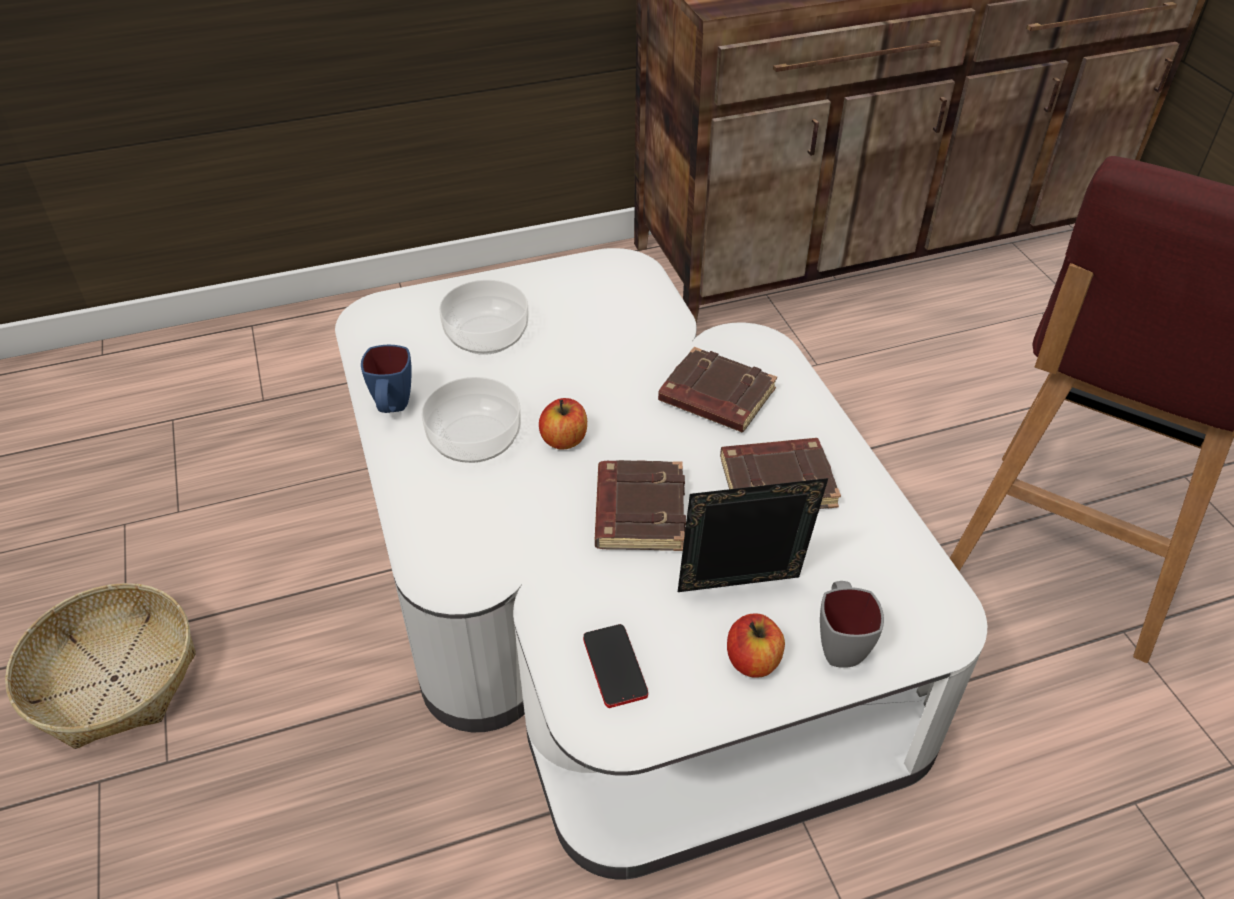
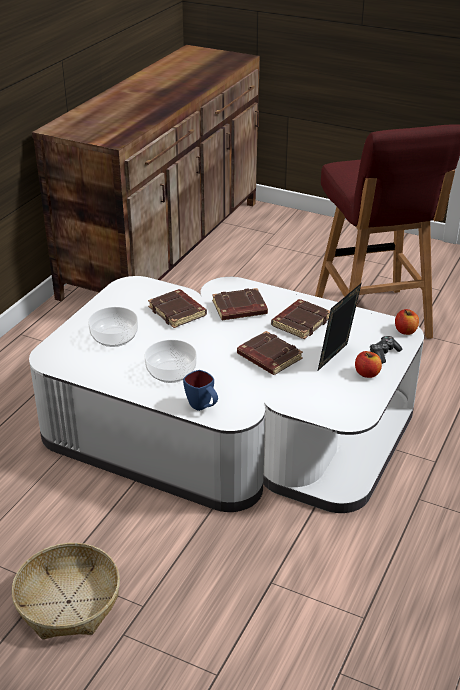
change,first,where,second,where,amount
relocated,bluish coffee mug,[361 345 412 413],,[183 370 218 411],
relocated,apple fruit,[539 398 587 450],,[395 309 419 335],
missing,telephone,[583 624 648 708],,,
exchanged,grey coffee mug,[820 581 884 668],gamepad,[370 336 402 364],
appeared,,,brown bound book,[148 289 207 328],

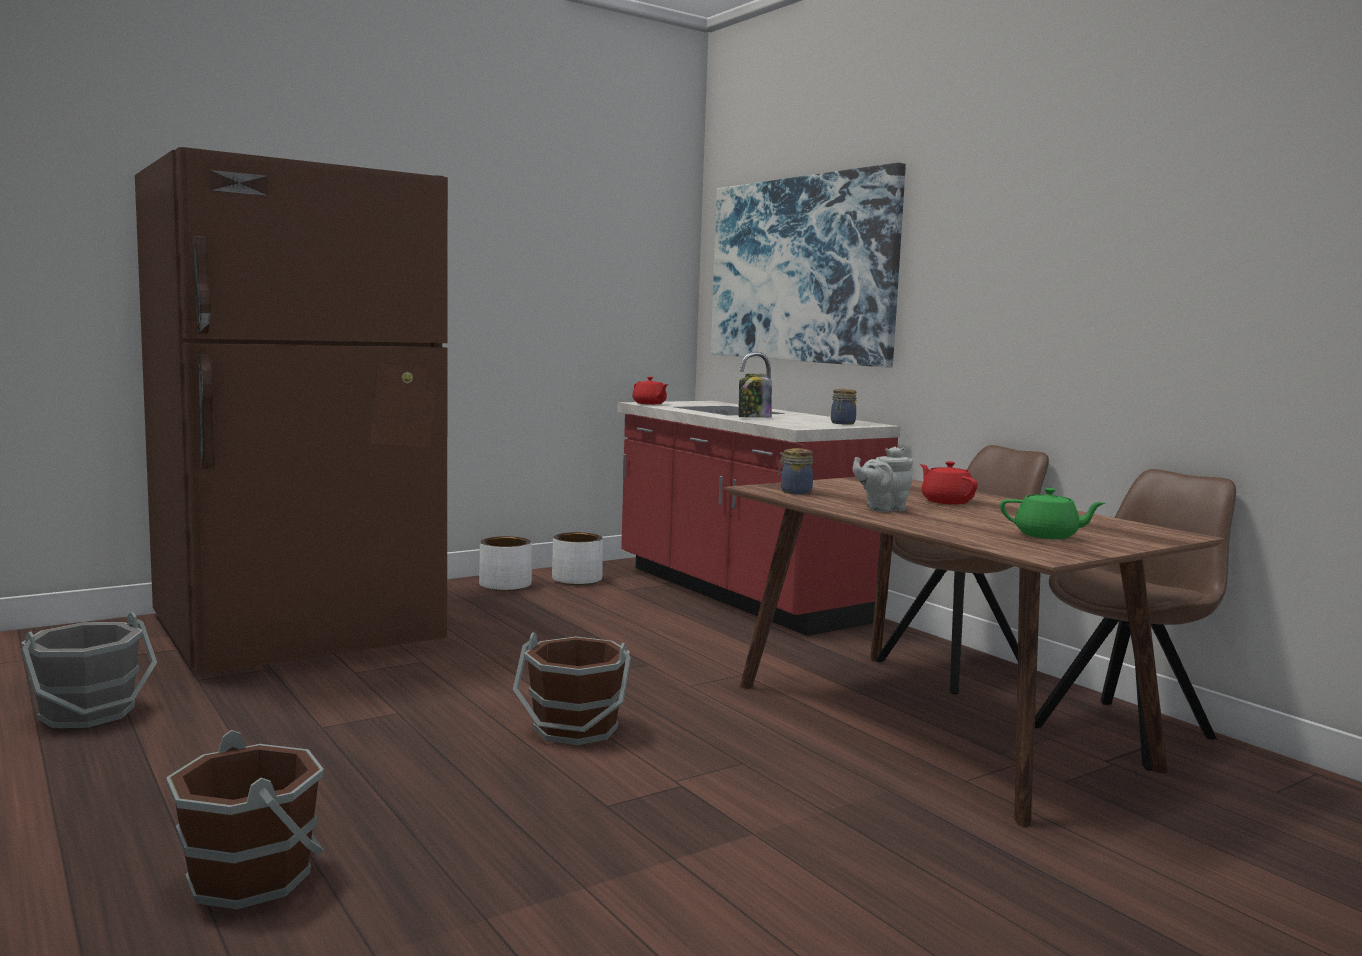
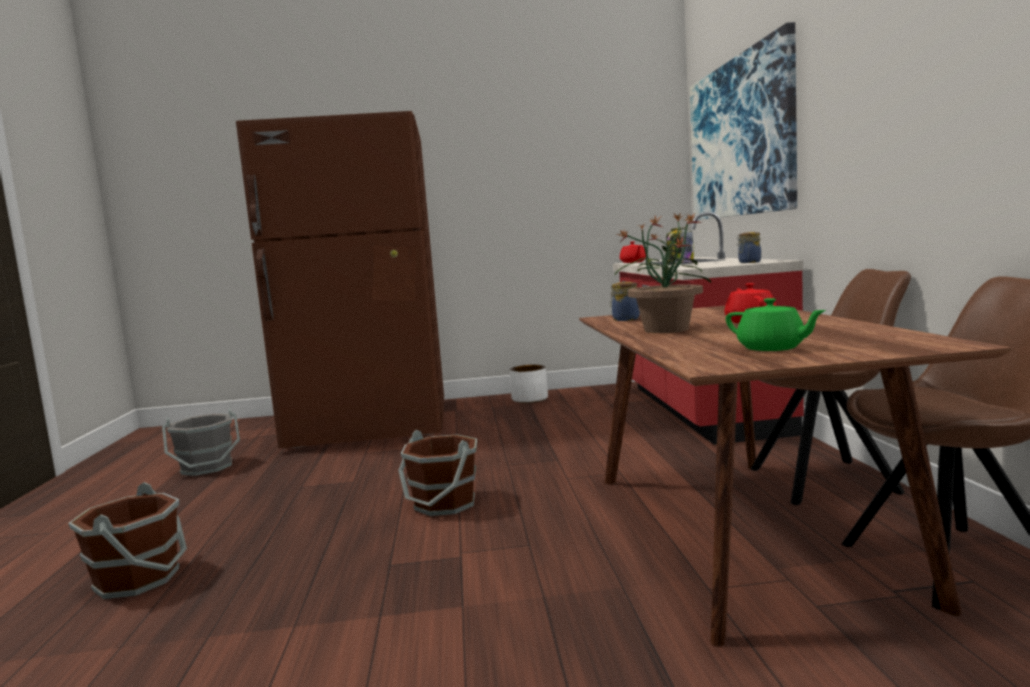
change,first,where,second,where,amount
missing,white planter,[552 532 603 586],,,
exchanged,grey pot for tea,[853 447 913 512],potted plant,[615 213 711 333],

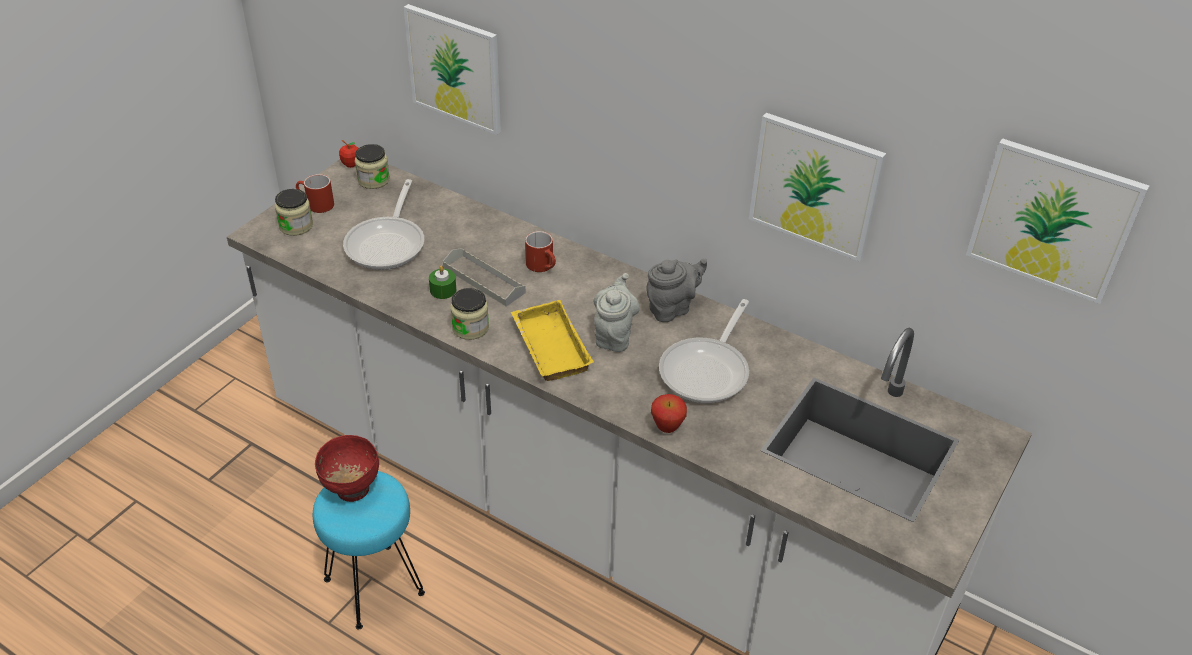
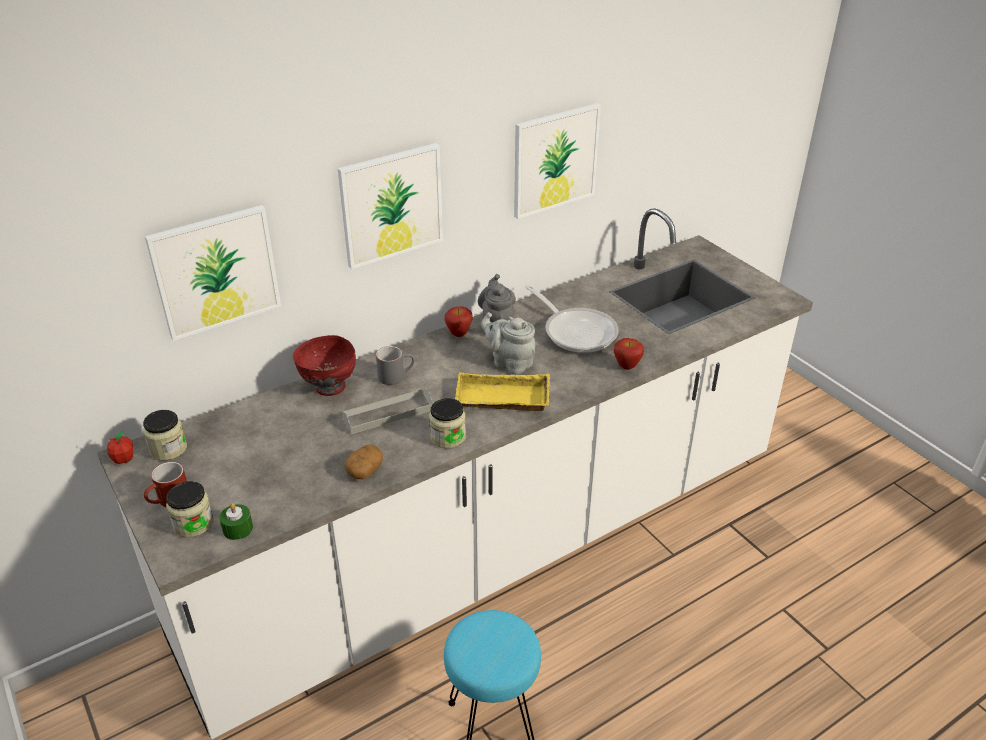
change,first,where,second,where,amount
relocated,red-coloured deep dish,[315 435 379 502],,[293 335 356 396],
missing,frying pan,[343 179 424 270],,,
relocated,green-coloured wax candle,[429 266 456 299],,[219 503 253 540],
colour,red-coloured coffee mug,[525 231 556 272],grey coffee mug,[376 346 415 385],
relocated,picture,[966 138 1149 304],,[338 143 443 270],
appeared,,,spud,[345 445 383 479],
appeared,,,apple fruit,[445 307 473 337],

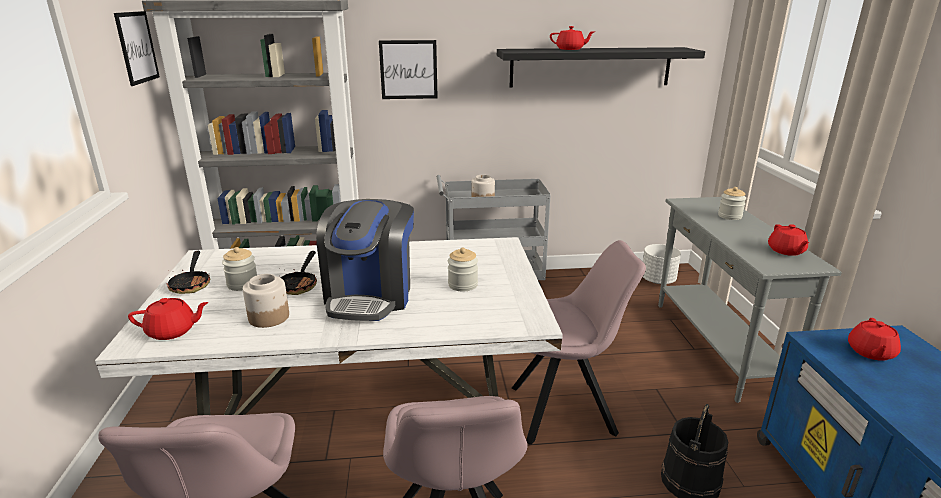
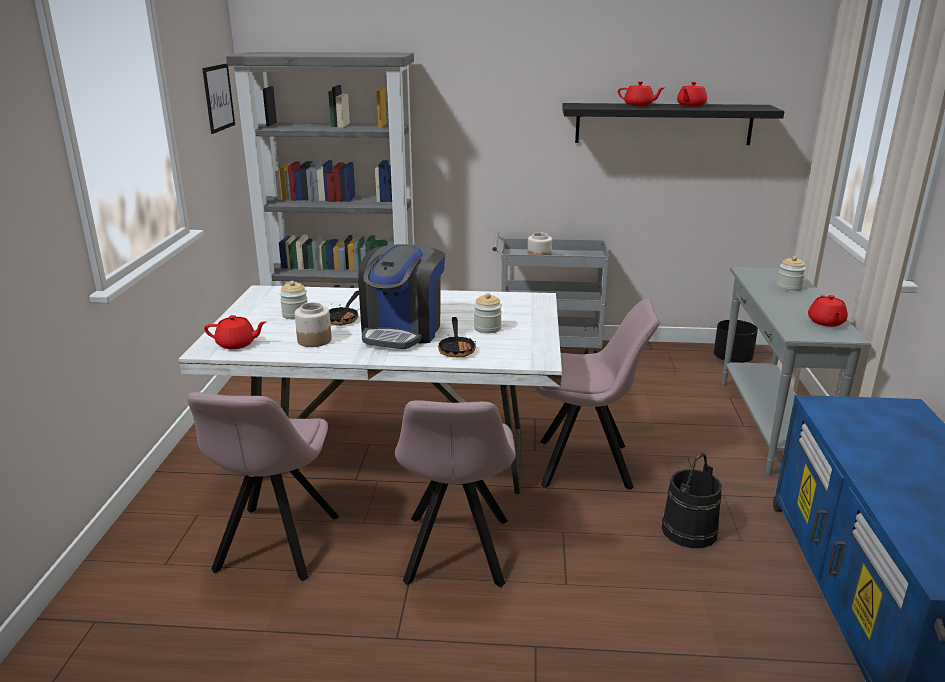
change,first,where,second,where,amount
relocated,frying pan,[166 251 210 294],,[438 317 476 358],
missing,picture,[379 40 438 99],,,
colour,white planter,[643 244 681 284],blackish planter,[714 320 758 363],
relocated,red-coloured pot for tea,[848 318 901 361],,[677 82 707 107],

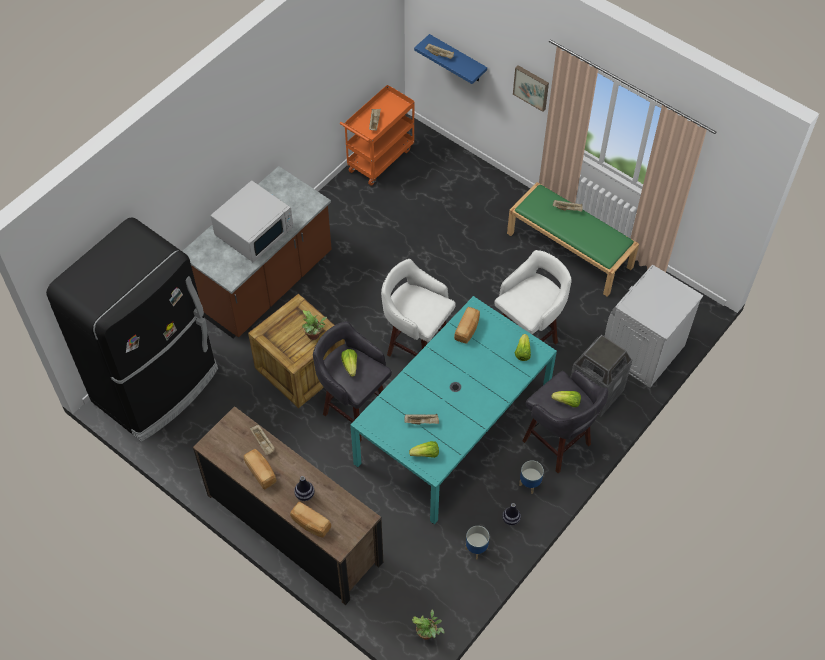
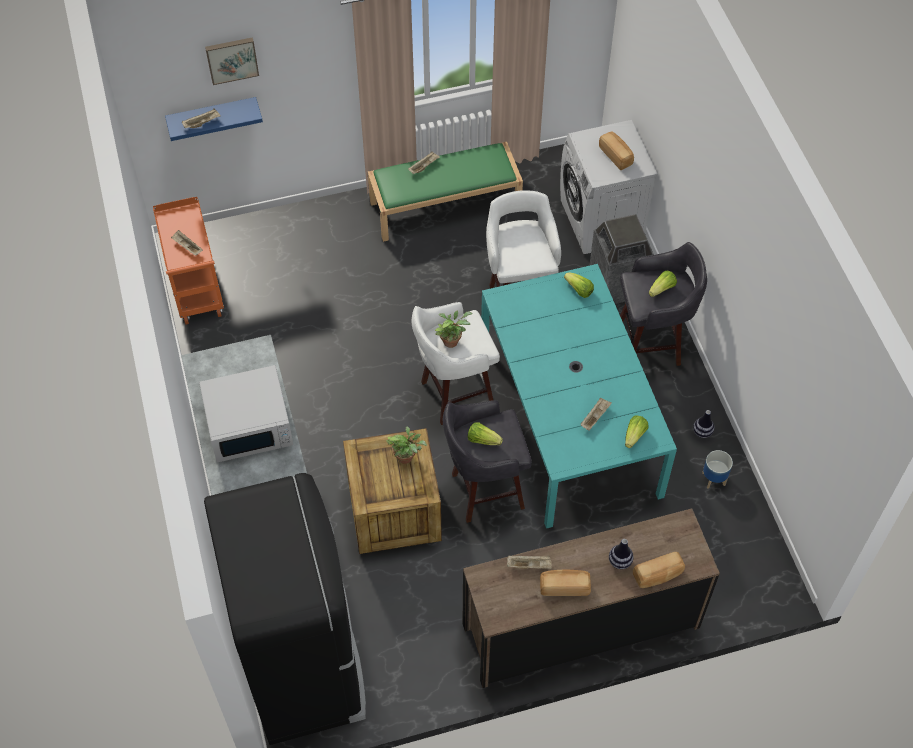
change,first,where,second,where,amount
spun,white microwave,[211 180 293 263],,[199 365 293 462],90 degrees clockwise
relocated,potted plant,[412 610 445 640],,[435 311 473 348],
relocated,bakery bread,[454 307 480 344],,[599 131 634 170],
relocated,picture,[513 65 549 112],,[205 37 259 85],
missing,planter,[519 460 544 494],,,

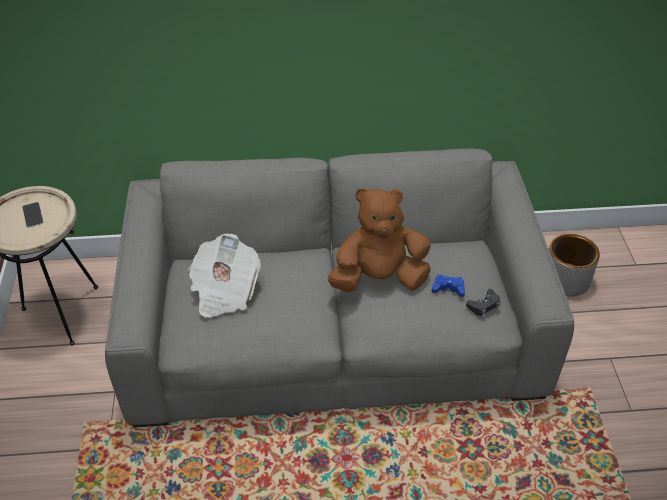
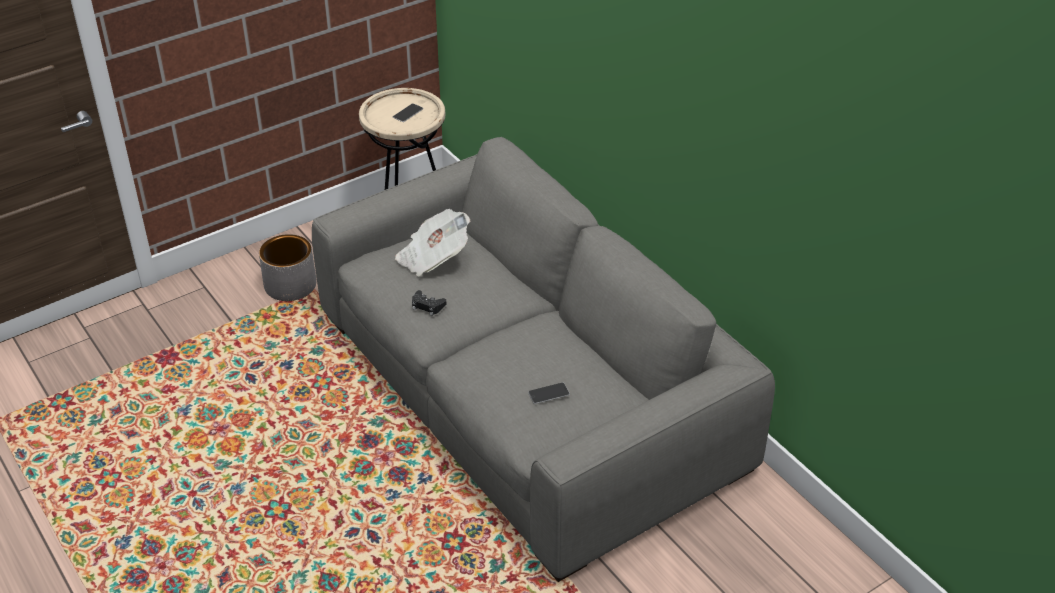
change,first,where,second,where,amount
missing,brown soft toy,[328 188 431 292],,,
exchanged,bluish gamepad,[432 274 465 297],telephone,[528 383 570 404],
relocated,blackish gamepad,[466 289 501 318],,[412 290 446 316],
relocated,grey planter,[549 234 600 297],,[259 234 316 301],

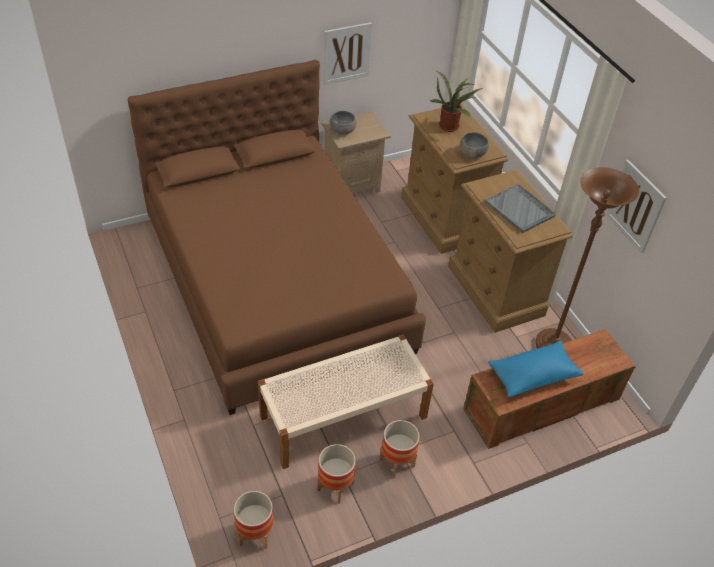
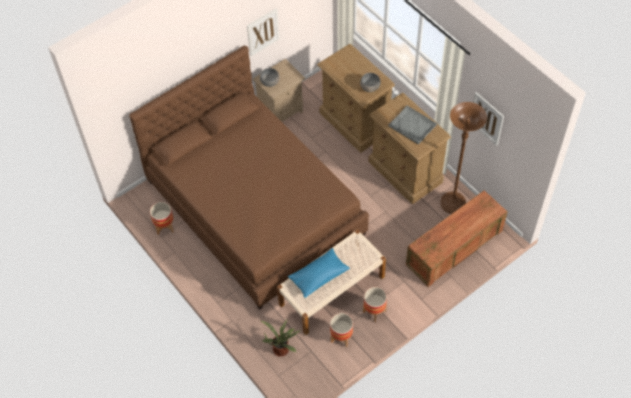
change,first,where,second,where,amount
relocated,planter,[233 491 273 549],,[150 202 174 235],
relocated,potted plant,[430 70 484 132],,[261 320 300 357],
relocated,bluish cushion,[488 341 583 398],,[288 248 350 298],

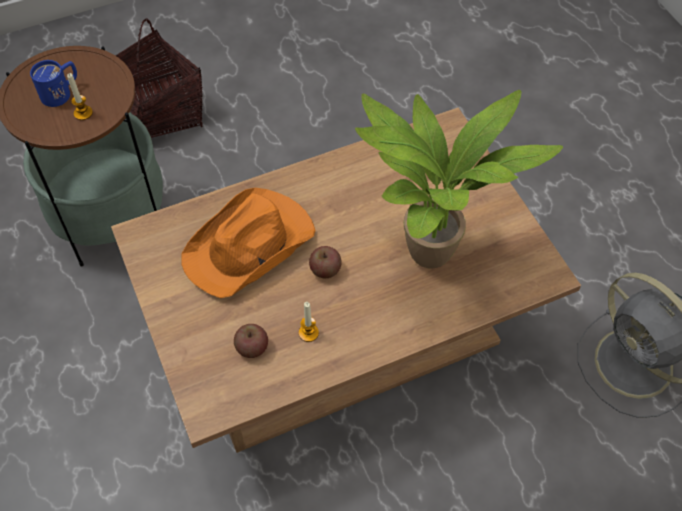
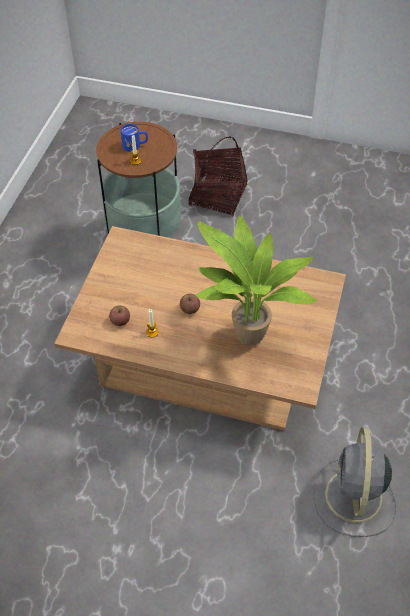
change,first,where,second,where,amount
missing,orangey clothing hat,[181 188 315 298],,,

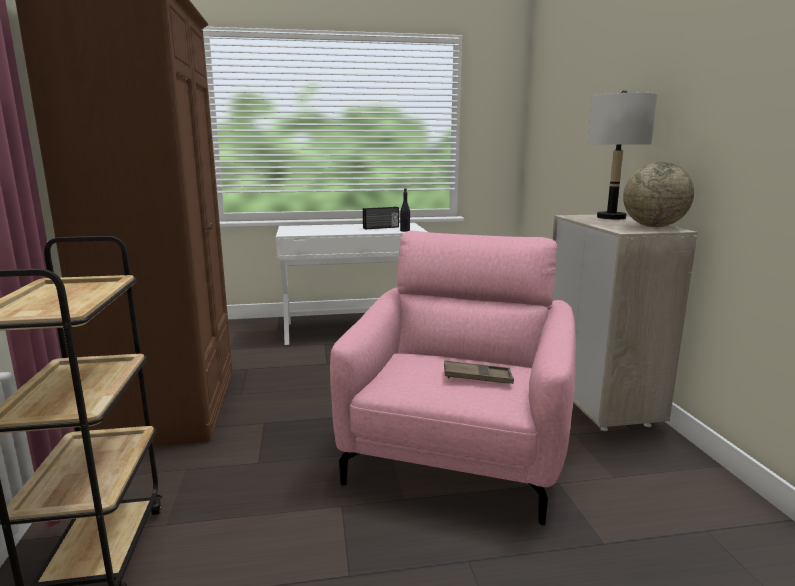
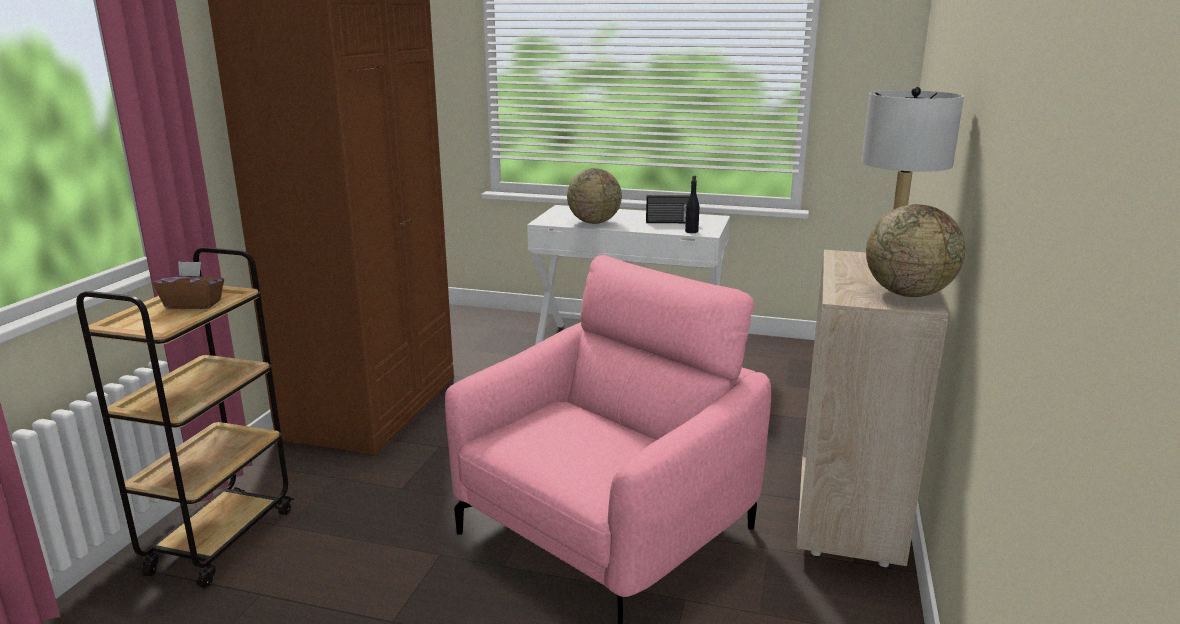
change,first,where,second,where,amount
missing,brown serving tray,[444 360 514 384],,,
appeared,,,brown box of tissues,[153 261 224 309],
appeared,,,desk globe,[567 168 622 224],

